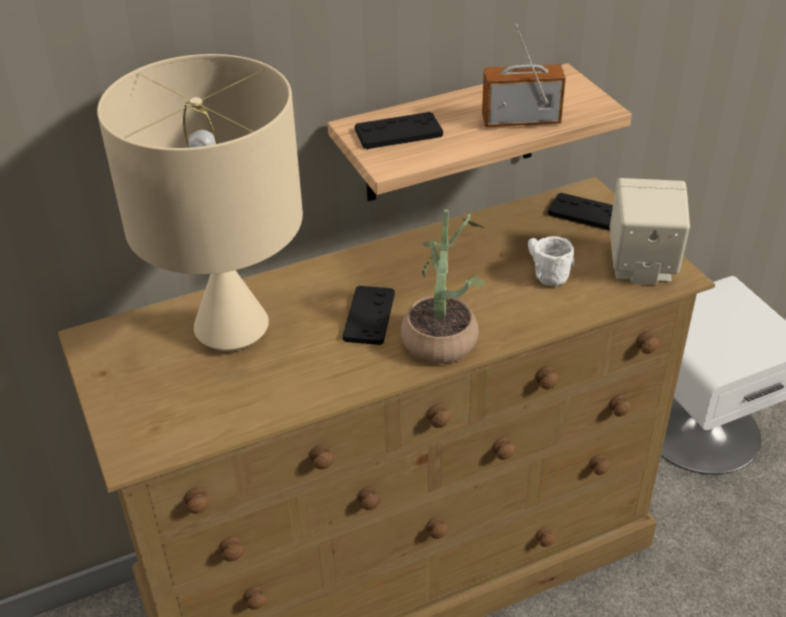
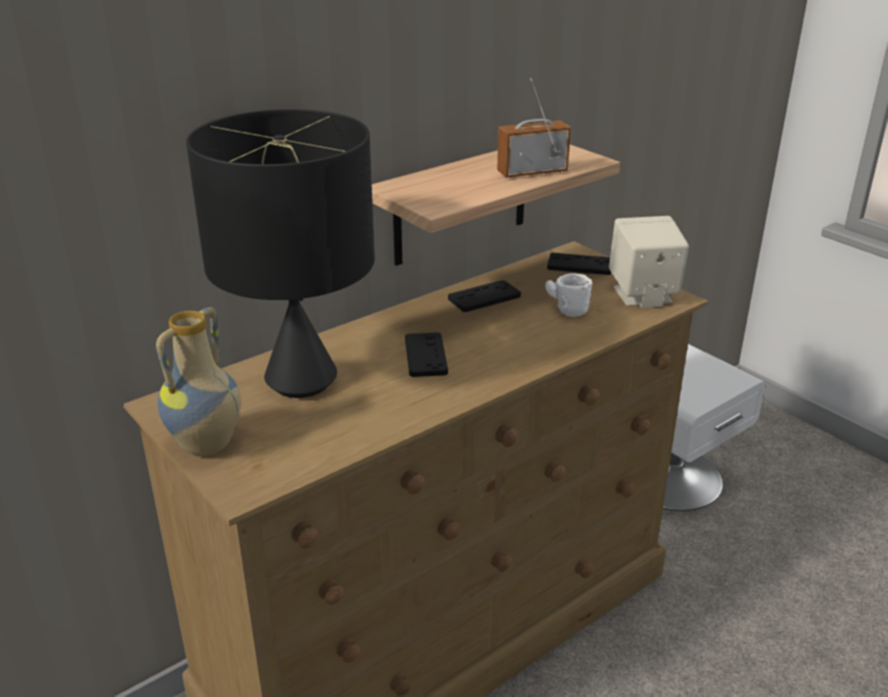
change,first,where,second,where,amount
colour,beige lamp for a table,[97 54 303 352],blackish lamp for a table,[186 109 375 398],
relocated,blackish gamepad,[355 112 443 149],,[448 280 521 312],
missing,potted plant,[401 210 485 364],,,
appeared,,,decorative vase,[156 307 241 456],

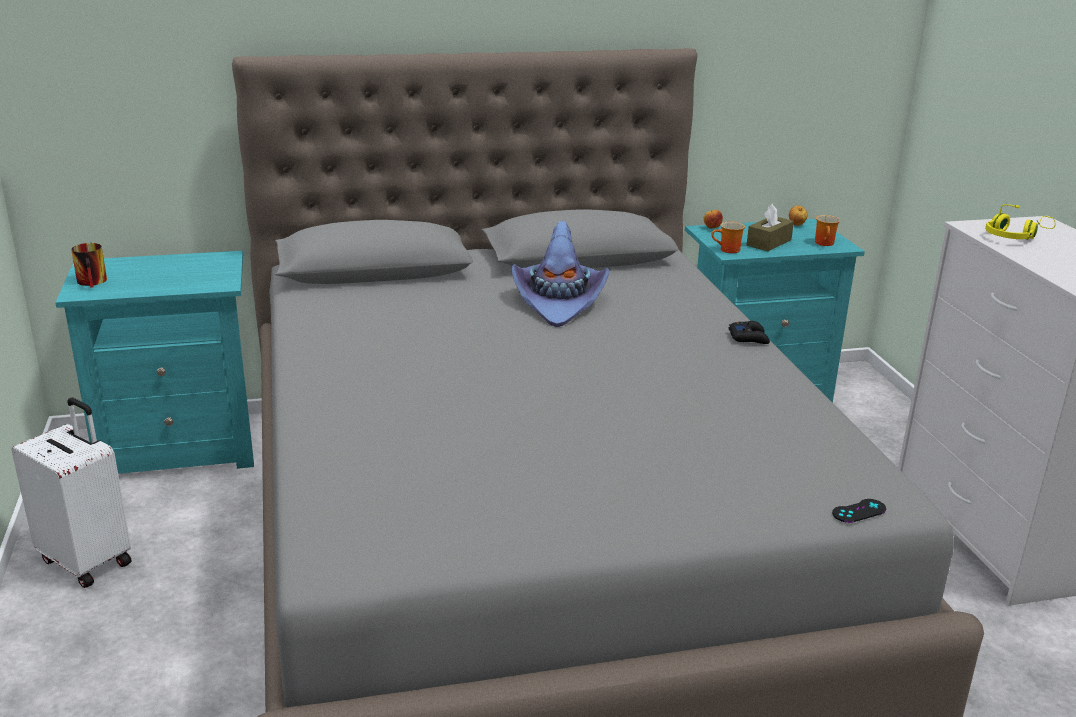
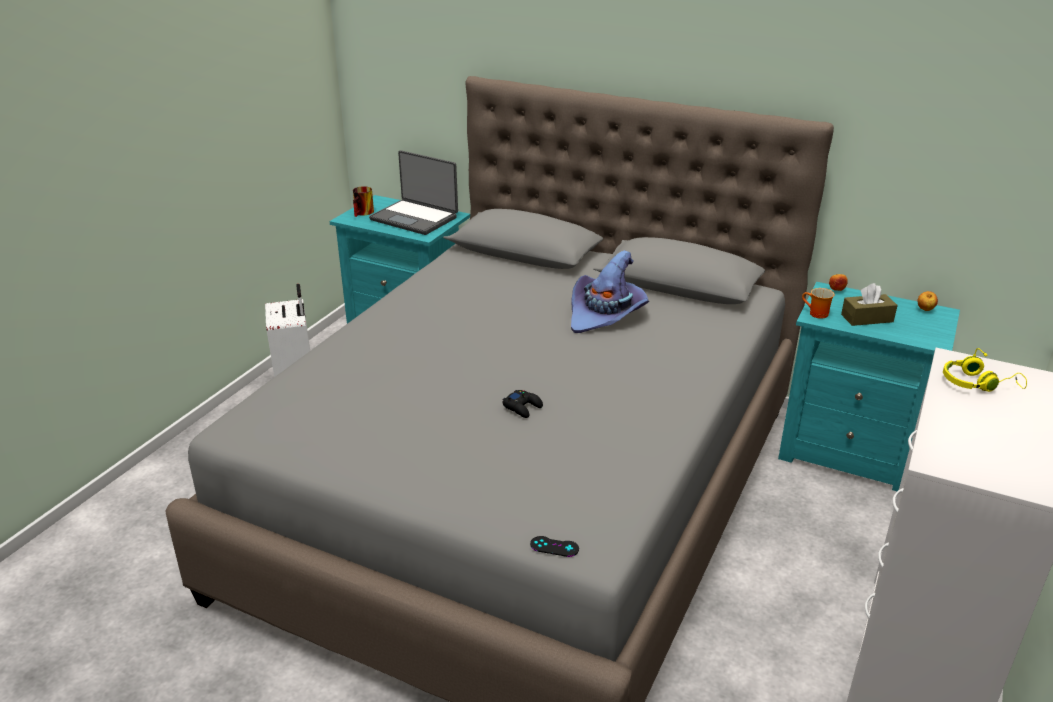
change,first,where,second,where,amount
relocated,blackish gamepad,[729 321 770 344],,[502 390 543 418],
missing,coffee mug,[815 215 840 246],,,
appeared,,,portable computer,[369 150 458 235],

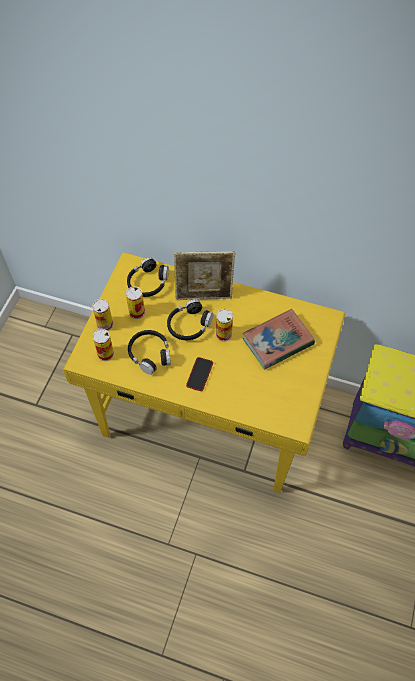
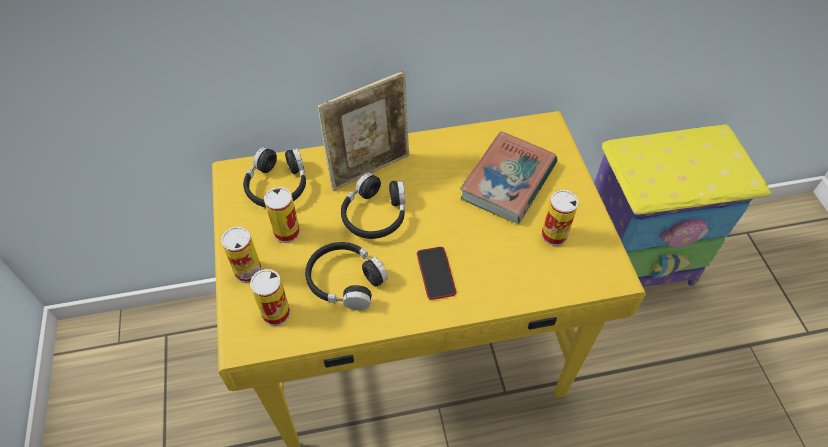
change,first,where,second,where,amount
relocated,sealed can,[216 309 233 342],,[541 190 579 246],

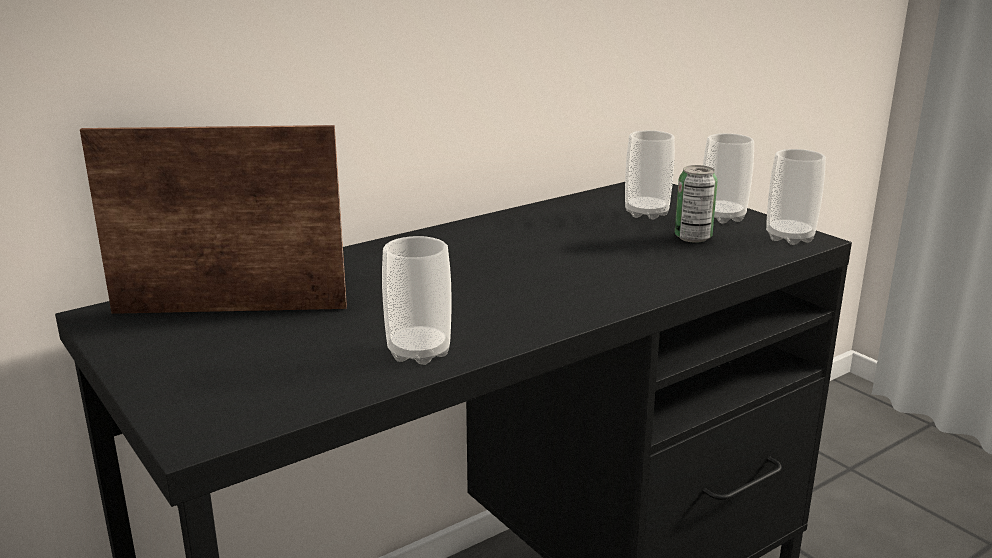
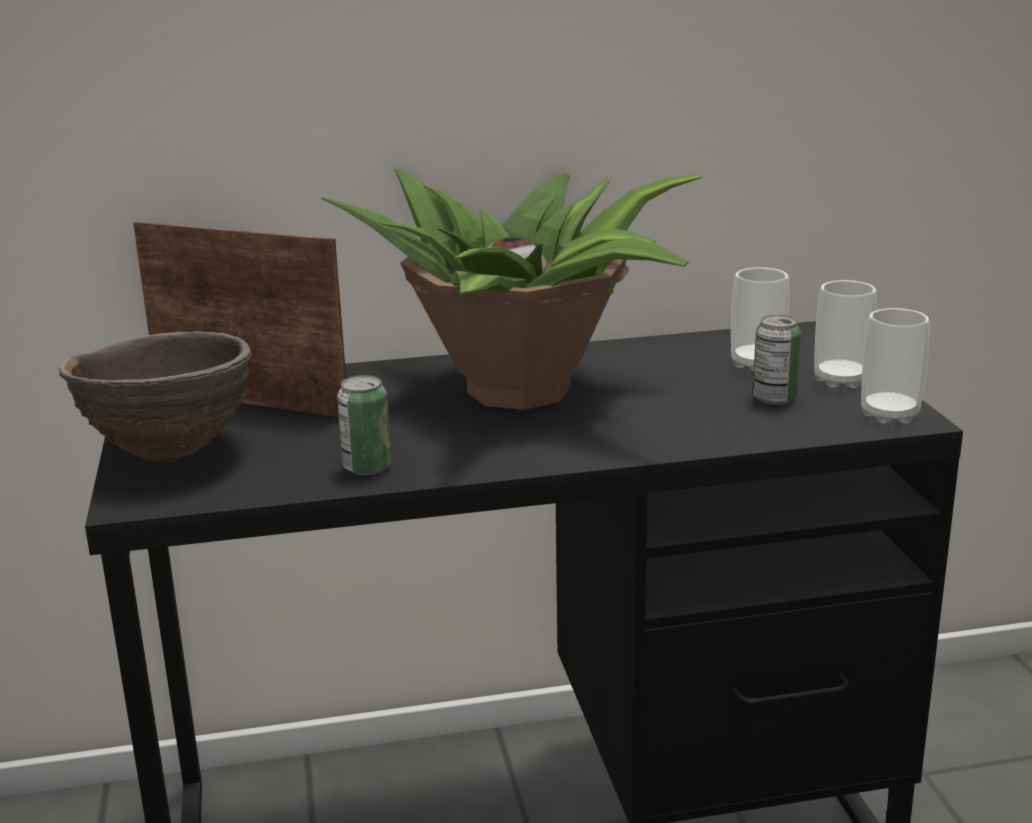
change,first,where,second,where,amount
exchanged,drinking cup,[382 236 451 365],sealed can,[337 375 391 475],
appeared,,,brown deep dish,[59 331 252 461],
appeared,,,potted plant,[321 169 703 410],

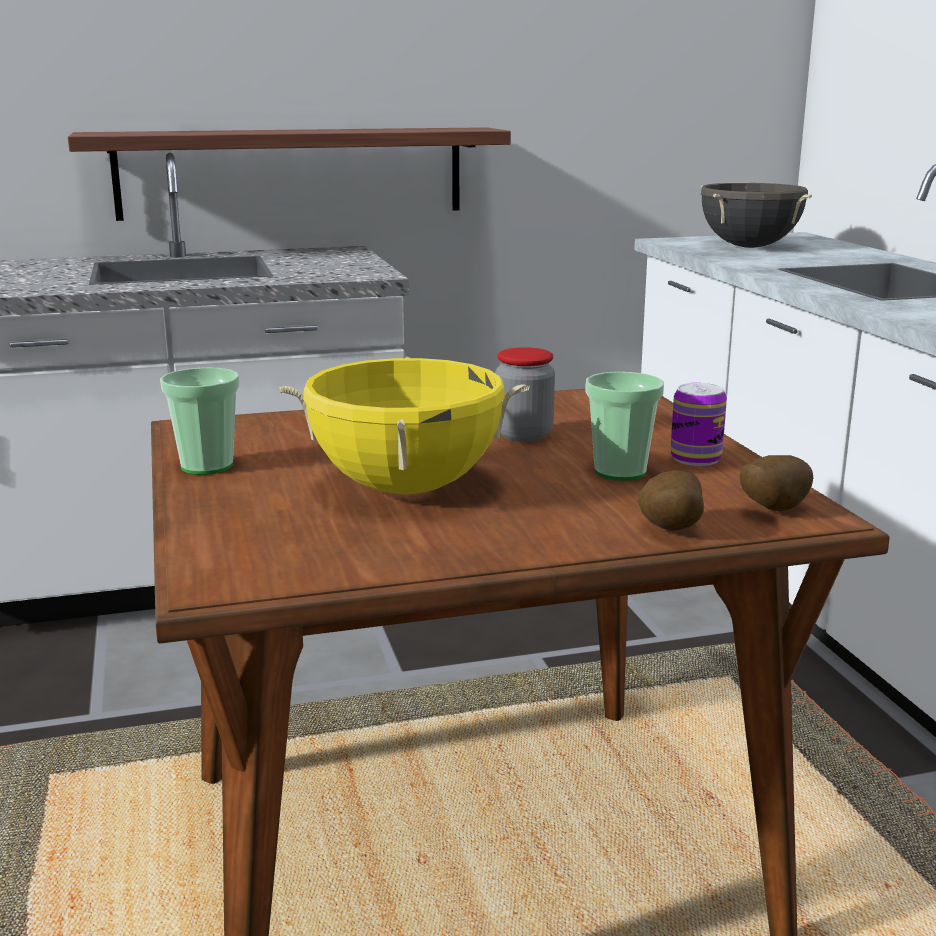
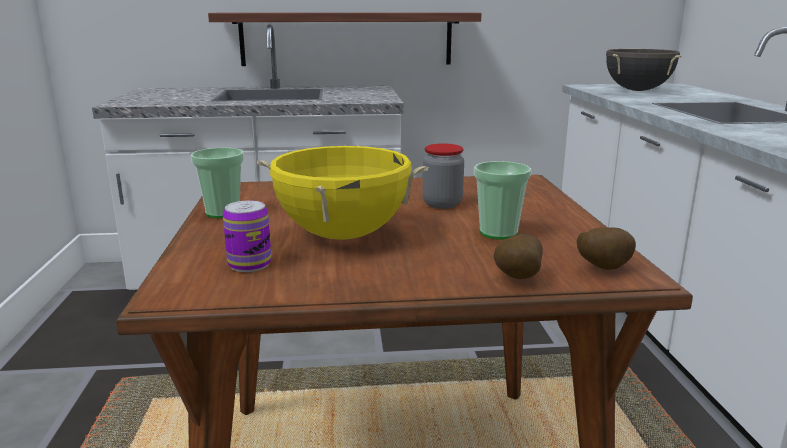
change,first,where,second,where,amount
relocated,sealed can,[670 383 727 466],,[223 200 271 272],

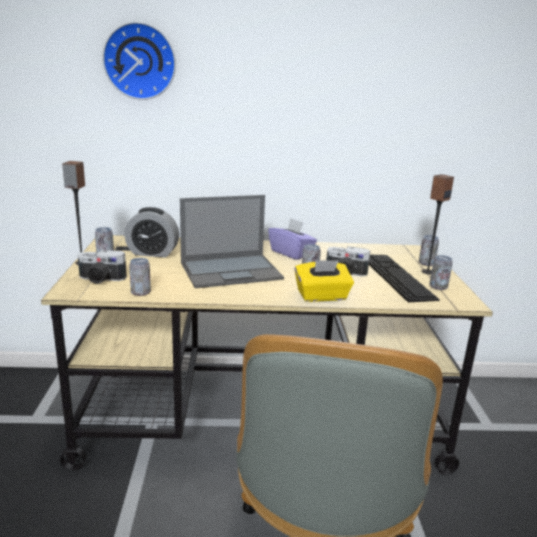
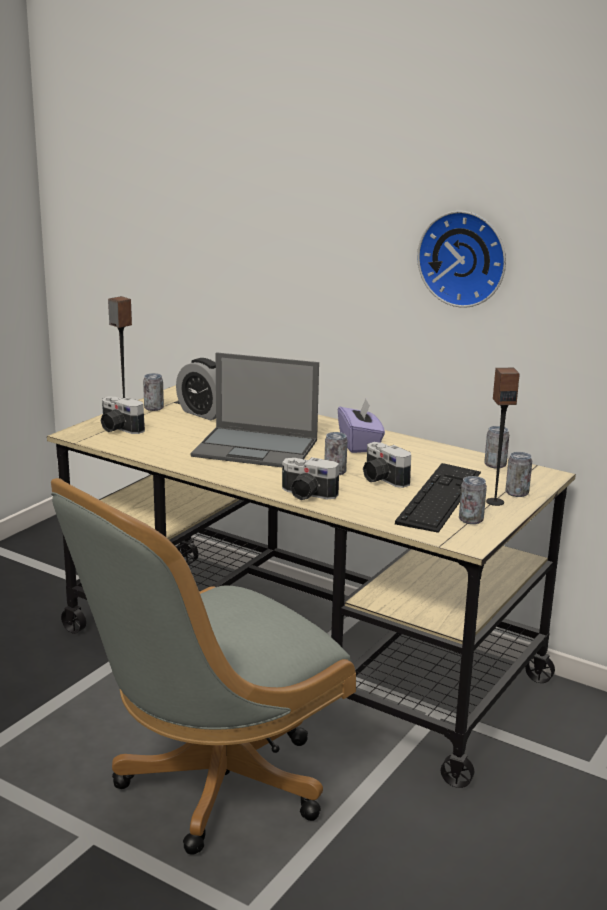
change,first,where,second,where,amount
relocated,hanging clock,[103 22 176 100],,[417 211 506 308],
relocated,sealed can,[129 258 151 296],,[484 426 509 468],
exchanged,yellow box of tissues,[294 260 354 302],still camera,[282 457 339 500],

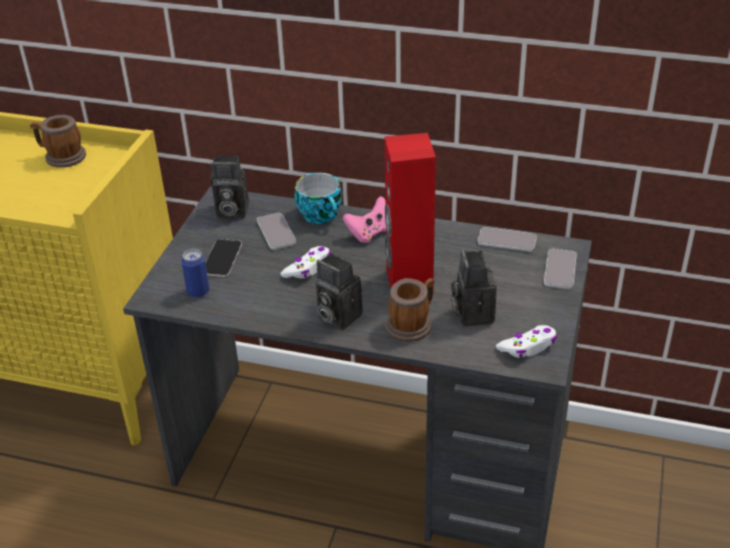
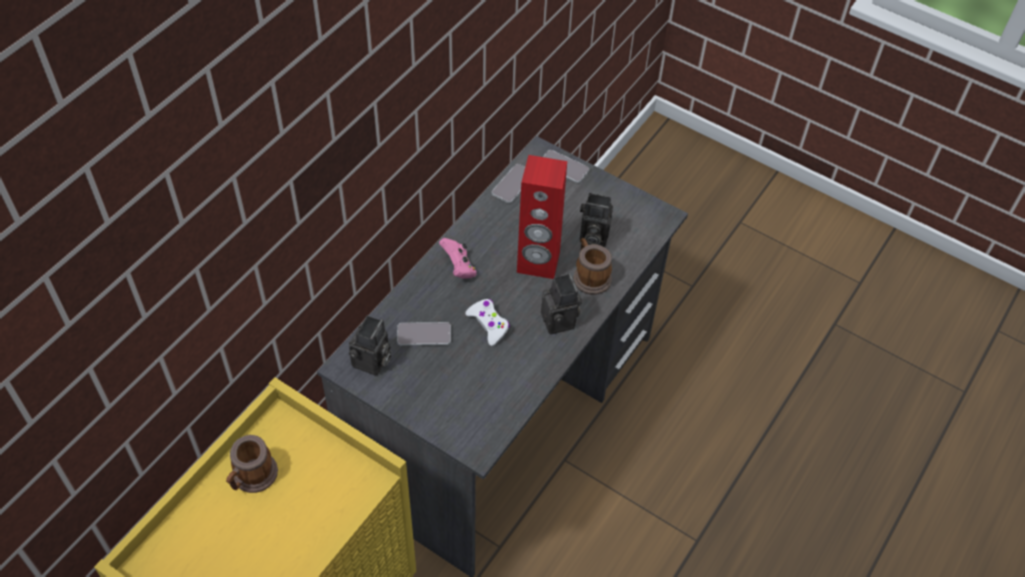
change,first,where,second,where,amount
missing,sealed can,[181 249 209 298],,,
missing,telephone,[205 239 242 277],,,
missing,drinking cup,[295 173 342 224],,,
spun,still camera,[316 253 363 330],,[541 273 582 334],75 degrees counterclockwise
missing,white gamepad,[496 325 557 358],,,

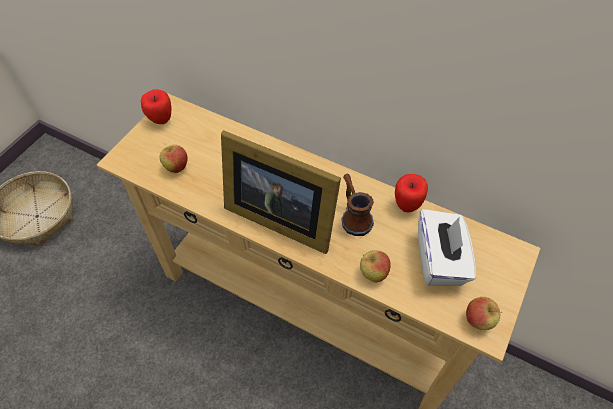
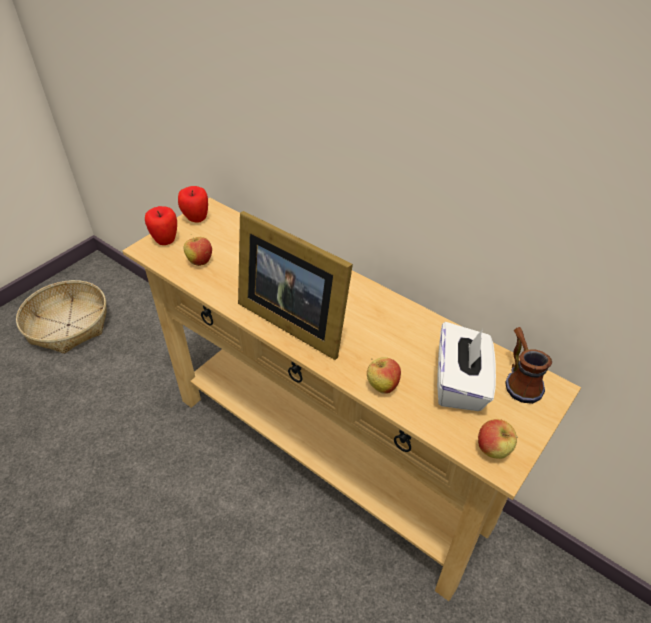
change,first,where,second,where,amount
relocated,coffee mug,[342 173 374 236],,[505 327 552 404],
relocated,apple fruit,[395 174 428 213],,[145 206 177 245],

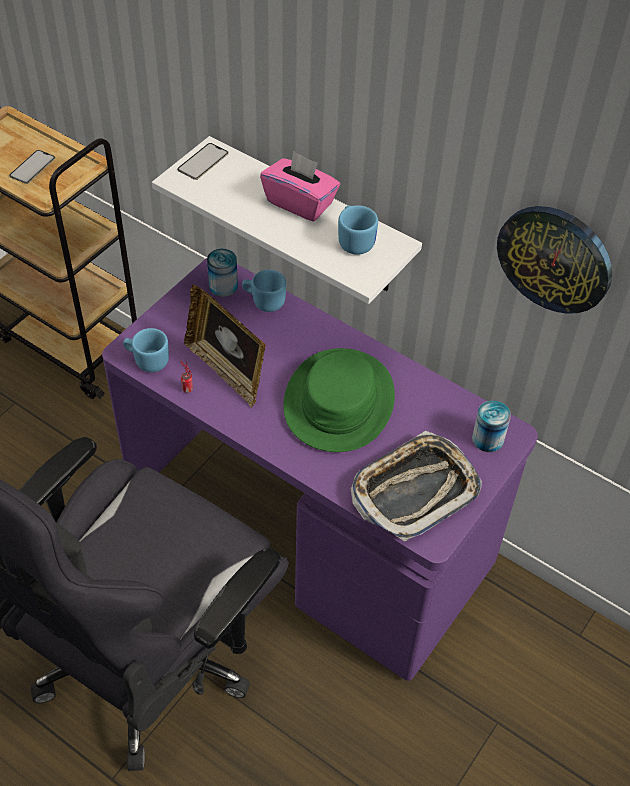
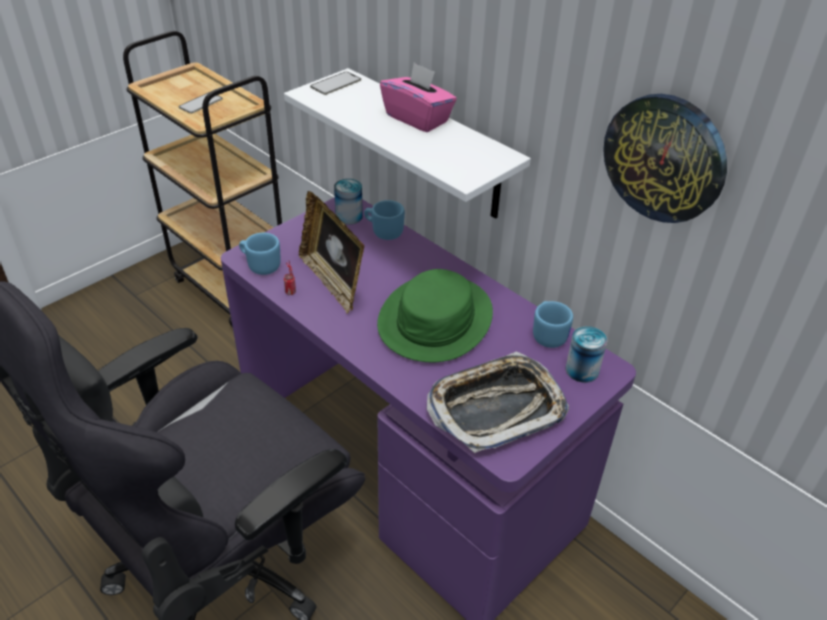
change,first,where,second,where,amount
relocated,bluish coffee mug,[338 205 378 255],,[533 301 573 348],

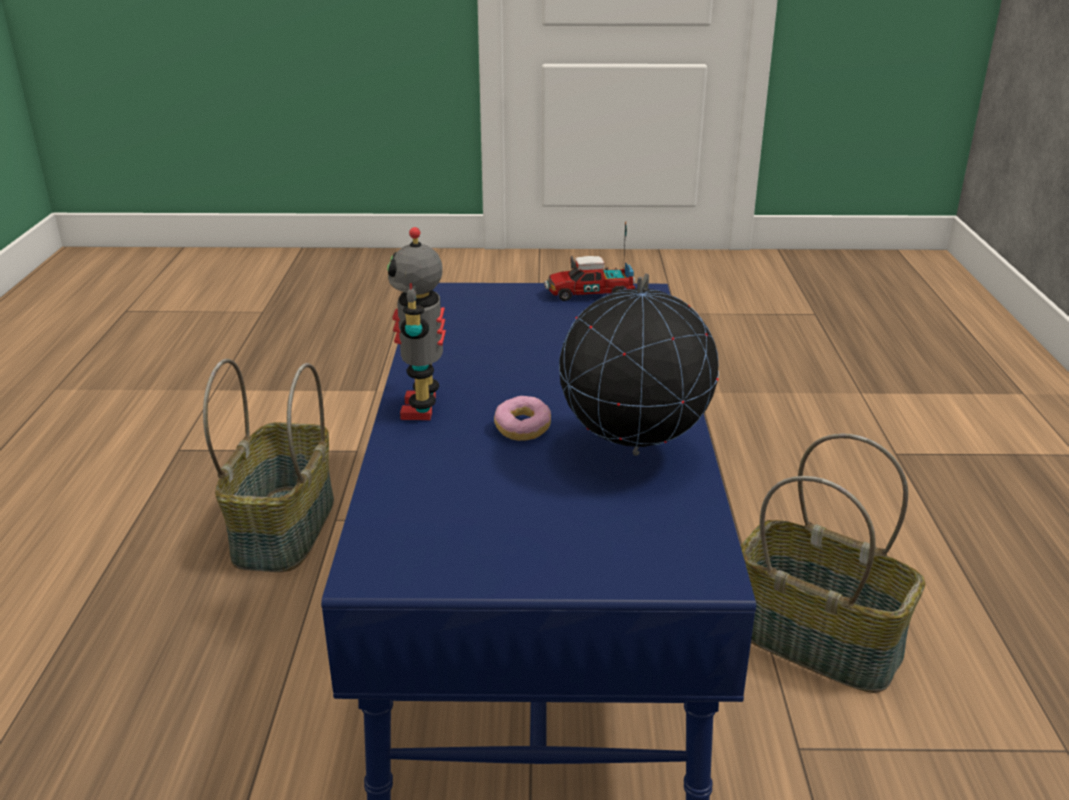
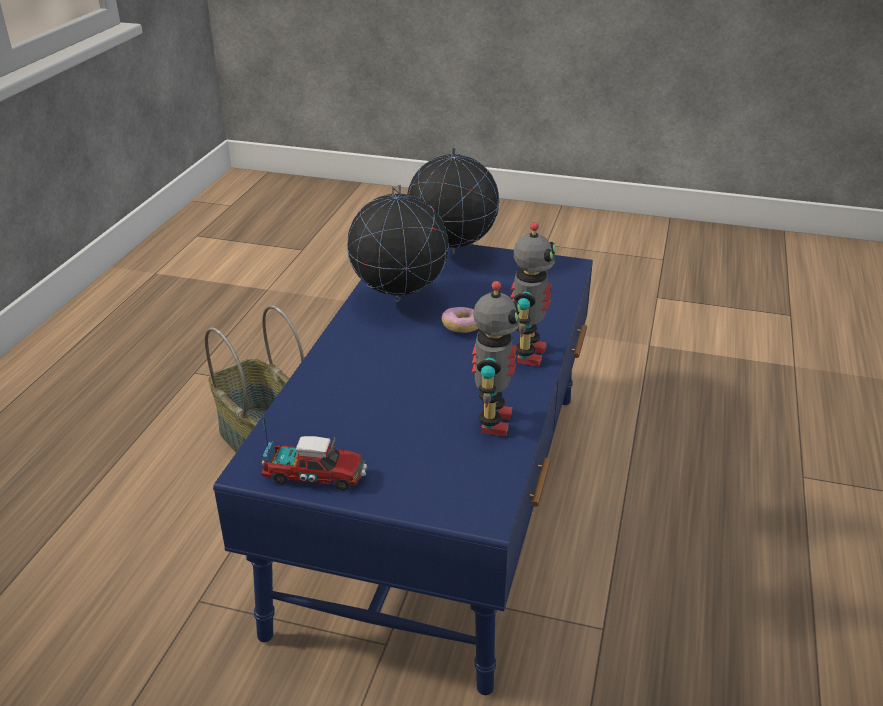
change,first,where,second,where,amount
missing,basket,[203 359 334 572],,,
appeared,,,desk globe,[407 145 499 255],
appeared,,,toy robot,[472 281 520 436],

